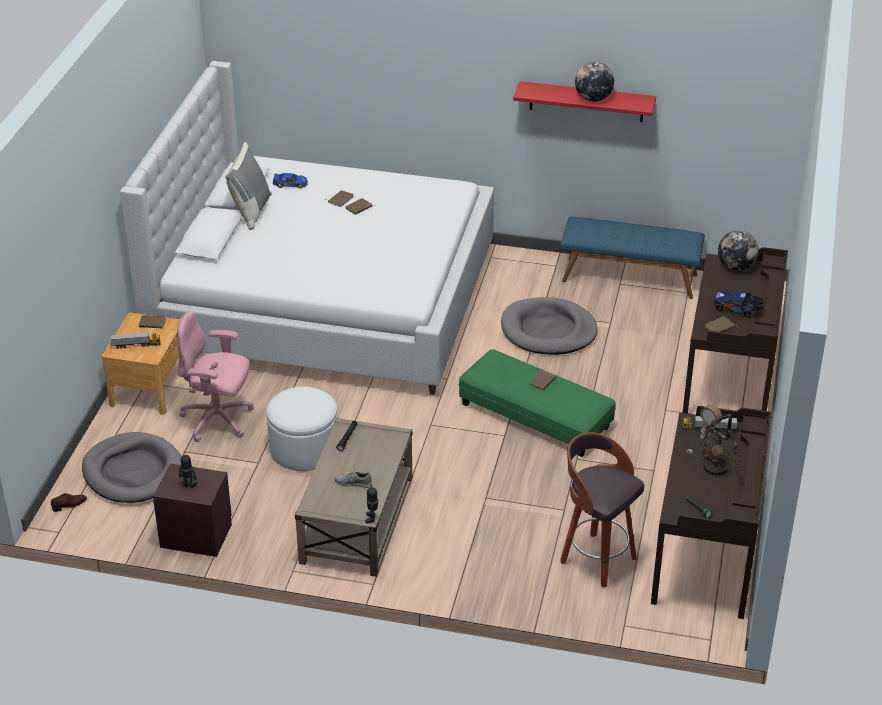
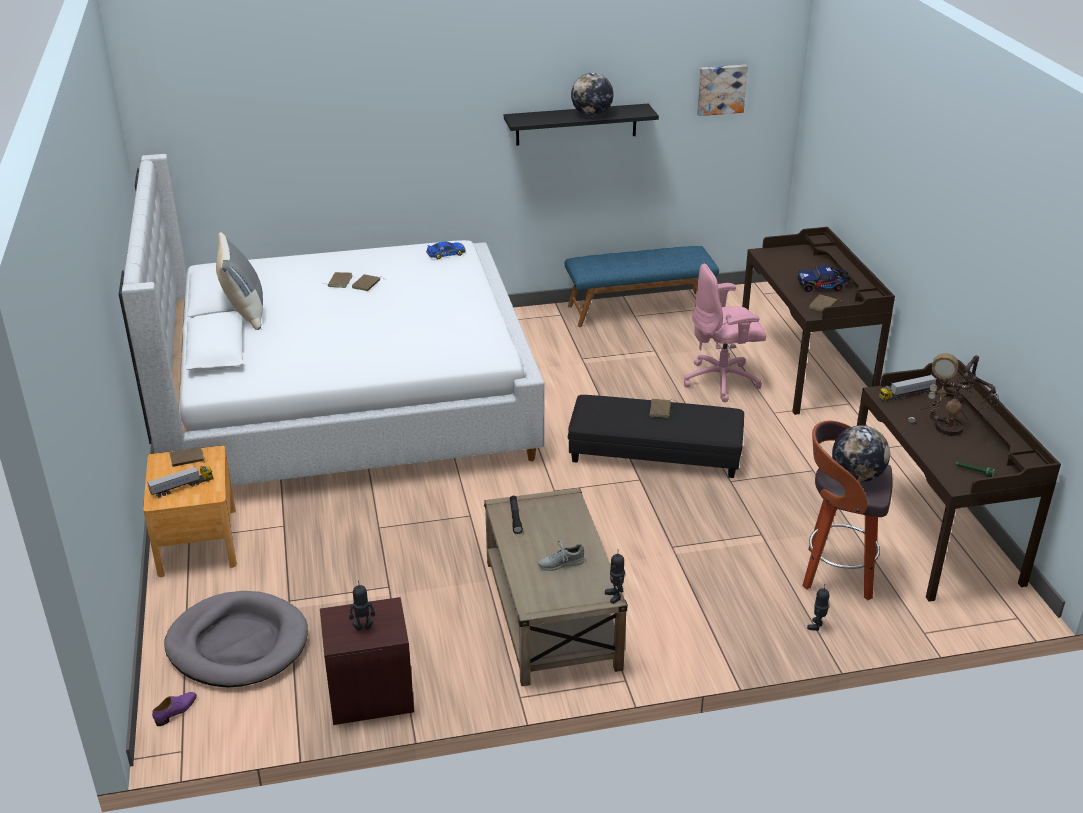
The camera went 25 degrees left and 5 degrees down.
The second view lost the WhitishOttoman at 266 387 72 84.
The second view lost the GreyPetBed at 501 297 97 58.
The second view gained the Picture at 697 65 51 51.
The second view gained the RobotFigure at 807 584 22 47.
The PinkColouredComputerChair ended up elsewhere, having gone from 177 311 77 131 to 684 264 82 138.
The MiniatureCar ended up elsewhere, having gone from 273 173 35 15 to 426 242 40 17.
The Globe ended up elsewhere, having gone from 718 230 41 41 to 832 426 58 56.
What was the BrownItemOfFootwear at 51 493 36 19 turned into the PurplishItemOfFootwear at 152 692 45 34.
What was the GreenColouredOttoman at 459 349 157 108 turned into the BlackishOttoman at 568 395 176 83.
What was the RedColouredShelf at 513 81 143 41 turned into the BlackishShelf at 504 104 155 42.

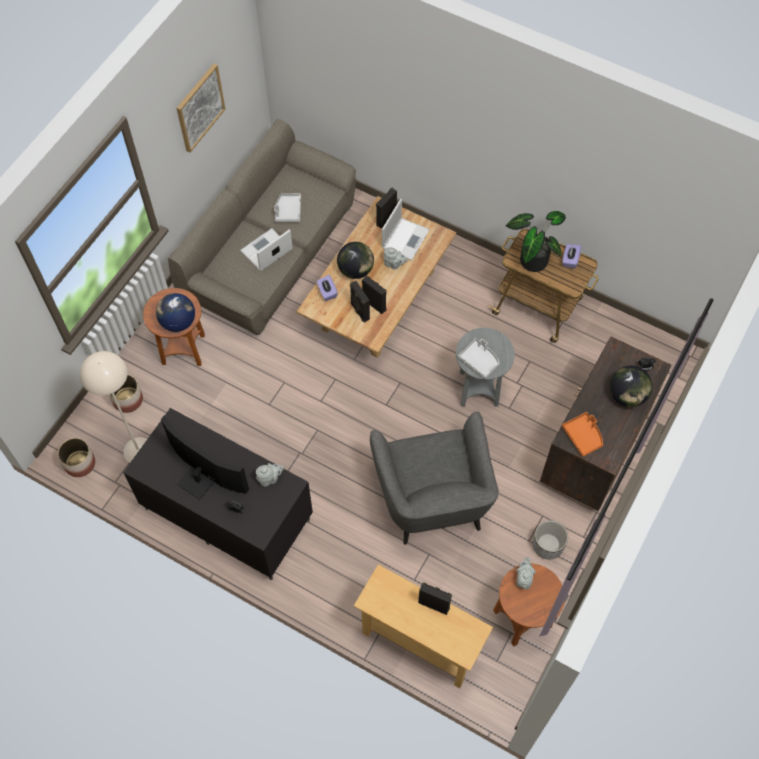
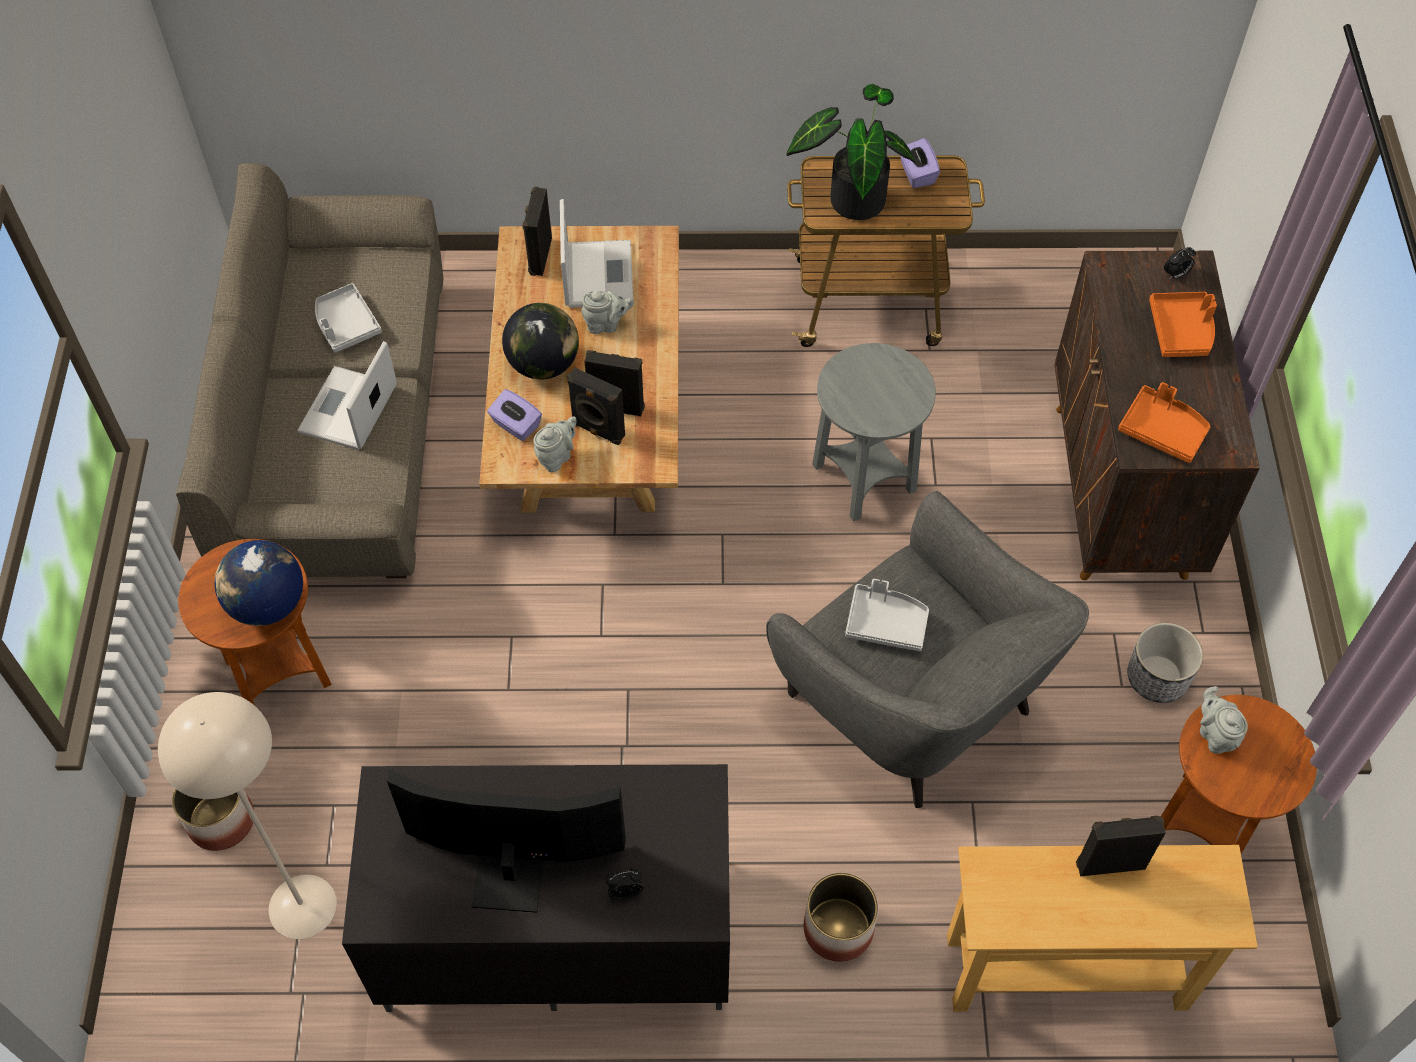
The camera went 30 degrees left and 5 degrees down.
The second view lost the Picture at 177 64 48 89.
The PlantPot ended up elsewhere, having gone from 58 438 37 39 to 804 873 74 89.
The GreyTeapot ended up elsewhere, having gone from 256 463 28 24 to 533 416 43 56.
The GreyTray ended up elsewhere, having gone from 458 338 41 40 to 845 579 84 72.
Where the Globe stood at 610 365 42 42, the OrangeyTray came to stand at 1149 292 68 65.

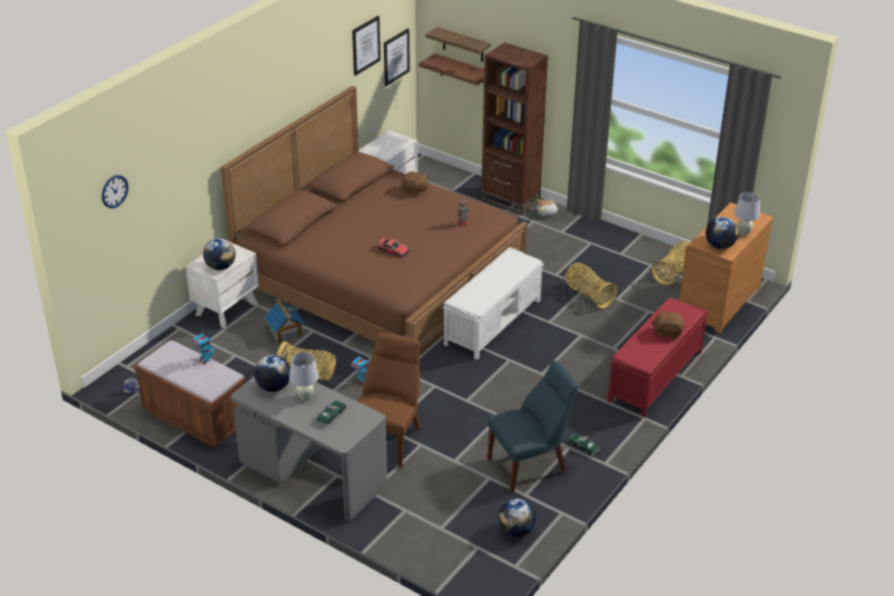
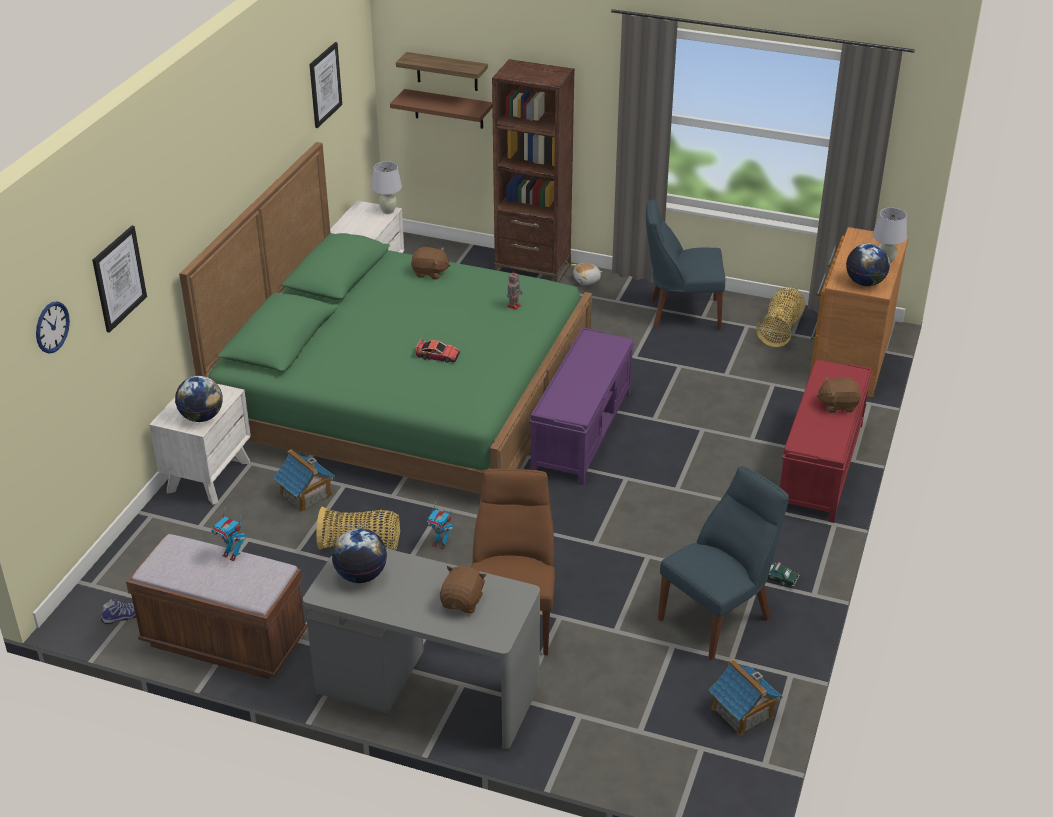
The camera went 15 degrees left and 0 degrees up.
The second view lost the Basket at 565 263 52 45.
The second view gained the BlueColouredPlainChair at 646 200 80 130.
The WhitishTabletopLamp ended up elsewhere, having gone from 289 352 30 49 to 372 161 30 53.
The Picture ended up elsewhere, having gone from 384 28 26 58 to 92 226 55 107.
Where the MiniatureCar stood at 316 400 31 26, the BrownCuddlyToy came to stand at 440 566 47 47.
Where the Globe stood at 499 499 38 38, the ModelHouse came to stand at 709 659 74 77.
What was the BrownBed at 221 86 307 269 turned into the GreenColouredBed at 179 142 413 352.
What was the WhitishIndoorBench at 443 247 101 112 turned into the PurplishIndoorBench at 529 328 106 157.

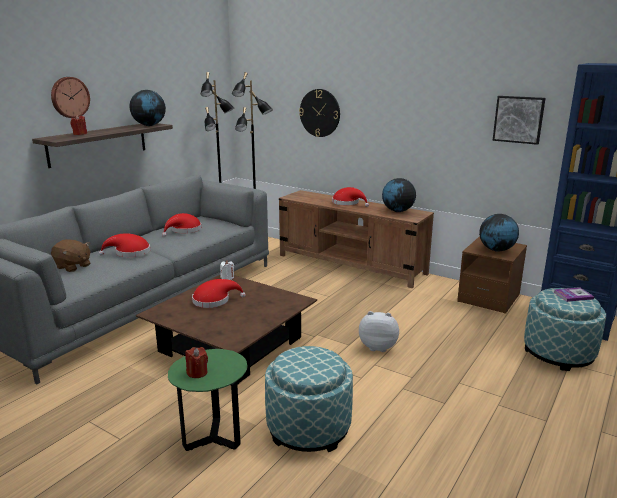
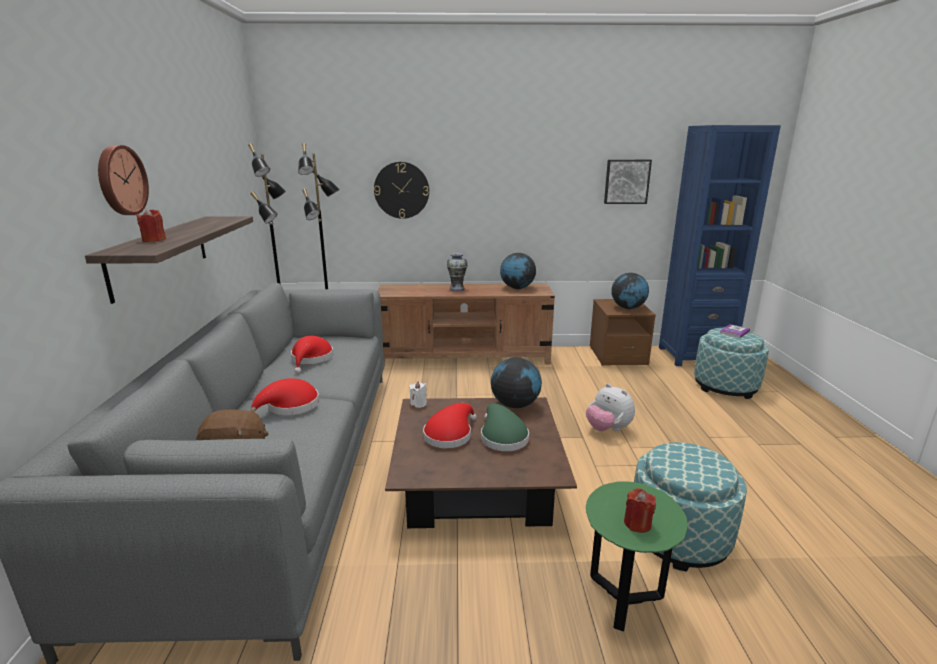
The camera went 35 degrees left and 0 degrees up.
The second view gained the GreenColouredClothingHat at 481 403 48 48.
The Globe ended up elsewhere, having gone from 130 90 36 36 to 491 357 51 51.
Where the RedColouredClothingHat stood at 332 187 37 20, the Vase came to stand at 447 253 21 38.
The CuddlyToy at 359 311 40 41 ended up facing another way, 105 degrees counterclockwise from before.

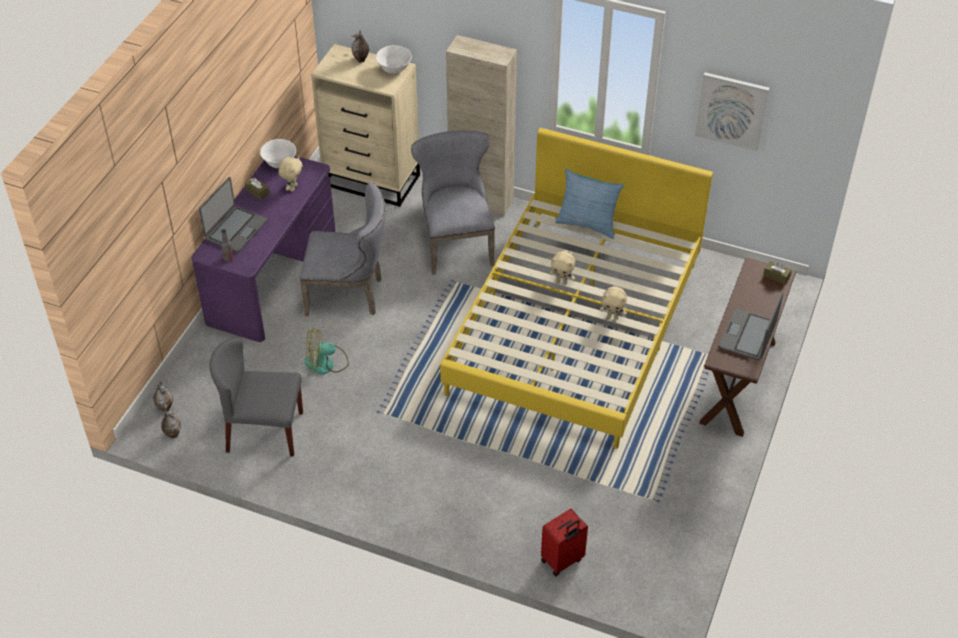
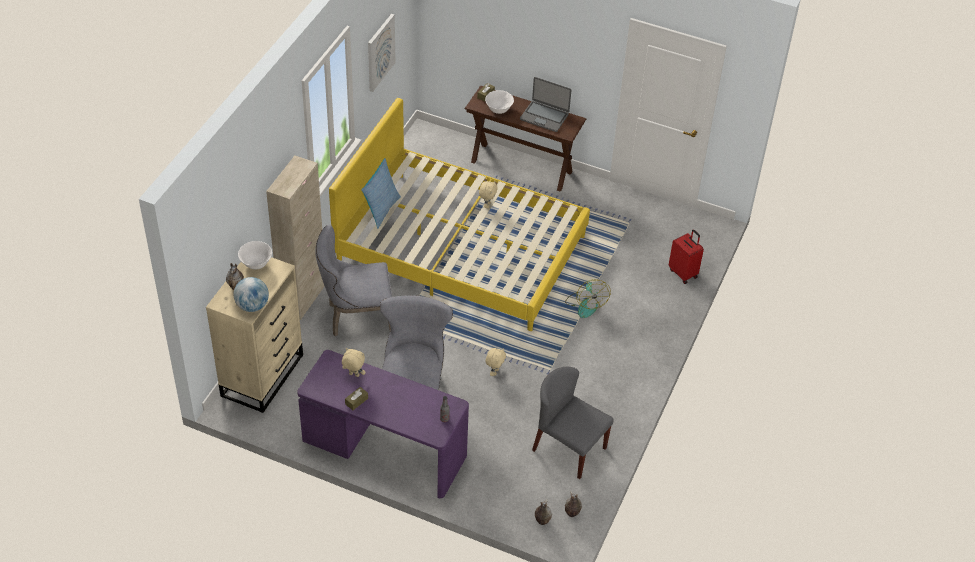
The camera went 90 degrees left and 0 degrees up.
The second view lost the Laptop at 199 177 69 76.
The second view gained the Globe at 233 277 36 35.
The WhitishServingBowl ended up elsewhere, having gone from 260 139 36 29 to 485 90 29 24.
The ElectricFan ended up elsewhere, having gone from 304 328 45 46 to 565 279 46 39.
The BeigeColouredCuddlyToy ended up elsewhere, having gone from 549 251 26 33 to 485 348 21 28.
The GreyPlainChair at 210 338 93 119 ended up facing another way, 120 degrees clockwise from before.

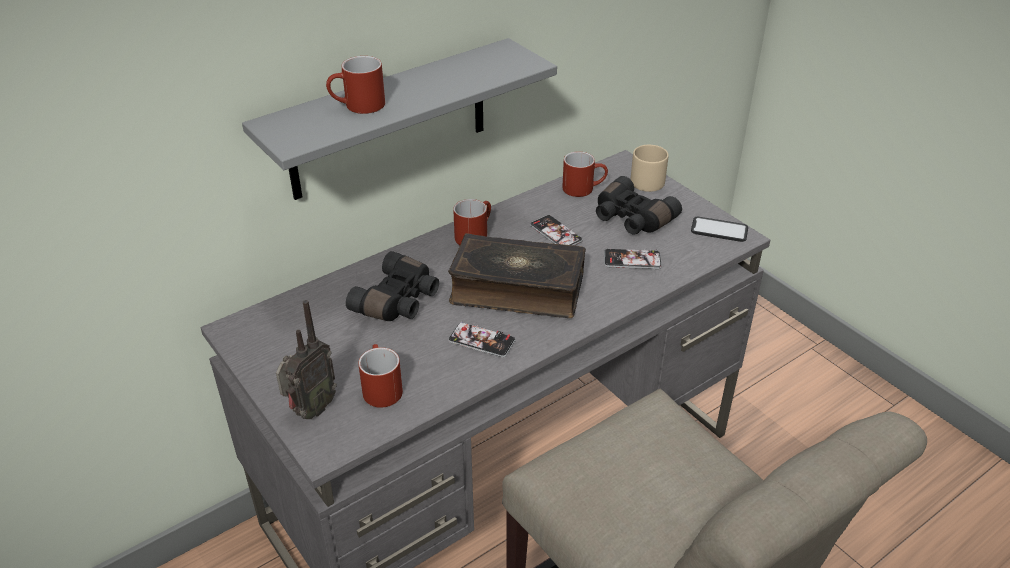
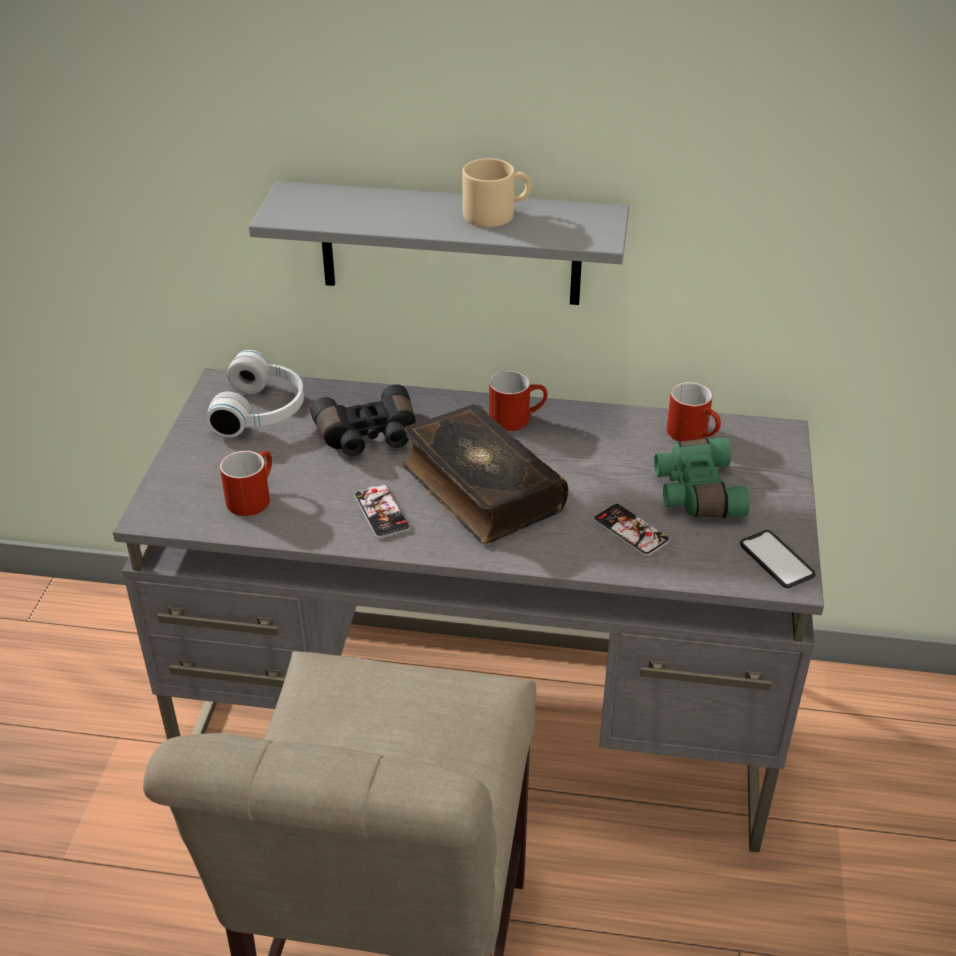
The camera went 45 degrees right and 0 degrees up.
The second view lost the Radio at 276 300 61 119.
The second view lost the RedColouredCoffeeMug at 326 56 59 58.
The second view lost the Phone at 530 215 53 30.
The second view gained the WhitishPairOfHeadphones at 206 350 98 88.
The BeigeColouredCoffeeMug ended up elsewhere, having gone from 630 145 39 47 to 462 158 69 69.
What was the BlackishBinoculars at 596 176 86 58 turned into the GreenColouredBinoculars at 654 438 96 80.

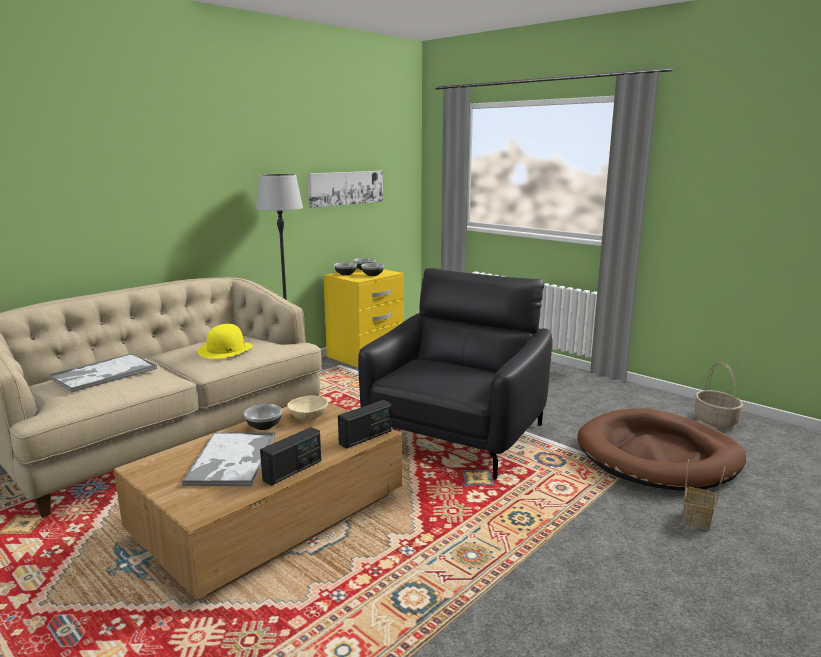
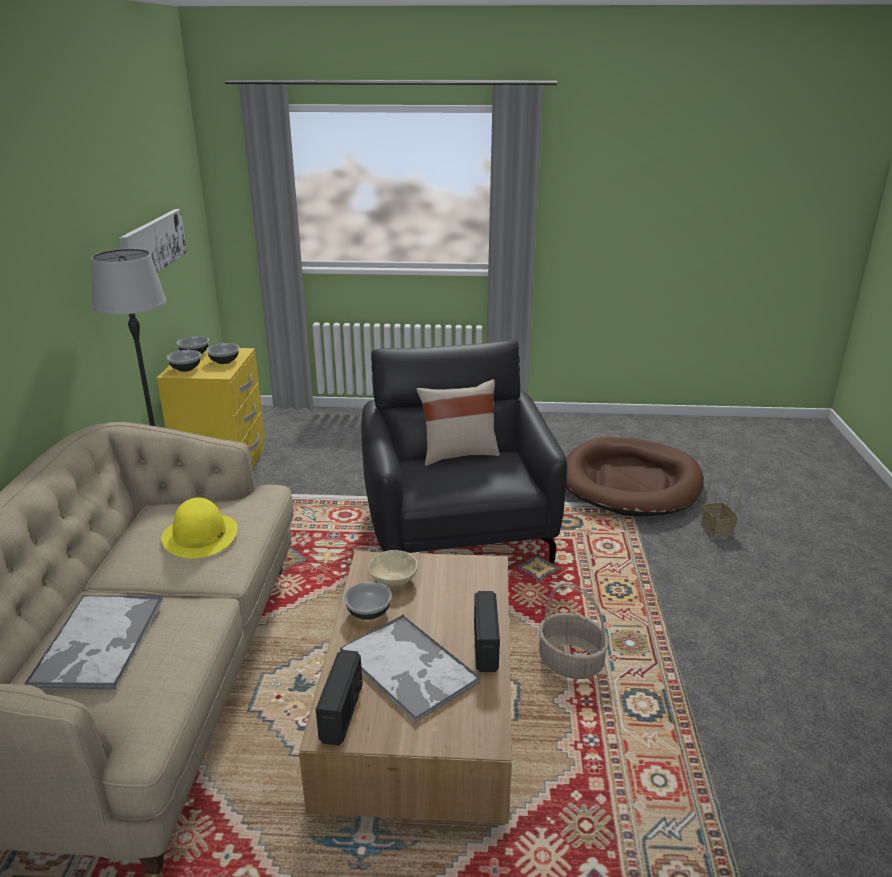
The camera went 40 degrees left and 10 degrees up.
The second view gained the BeigeColouredThrowPillow at 416 379 84 87.
The Radio ended up elsewhere, having gone from 338 400 54 49 to 316 650 47 95.
The Basket ended up elsewhere, having gone from 694 361 49 67 to 538 583 71 96.

